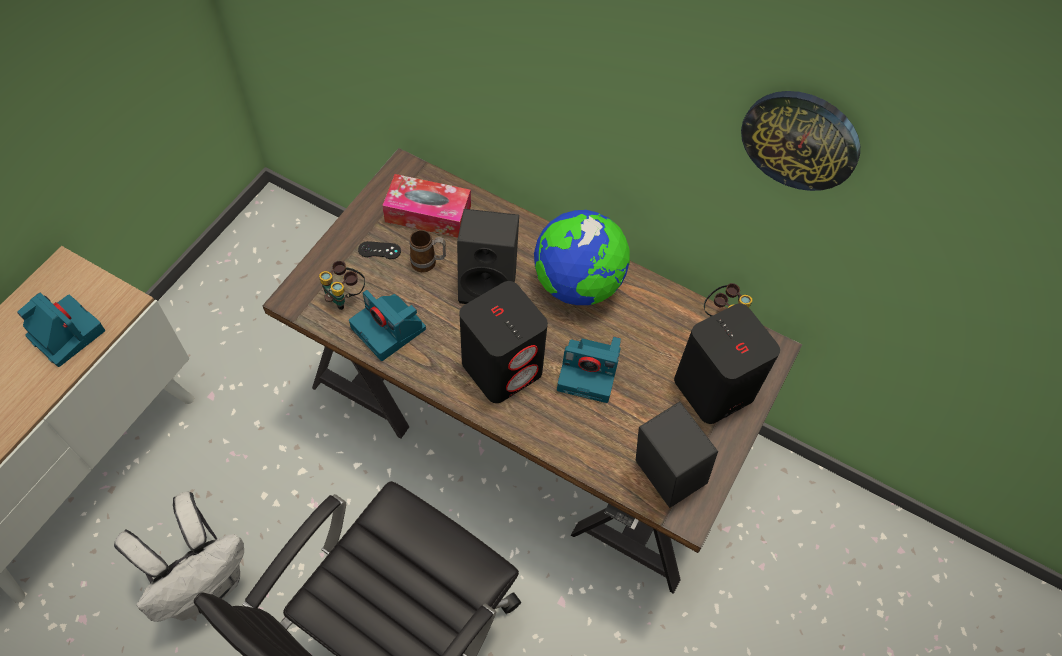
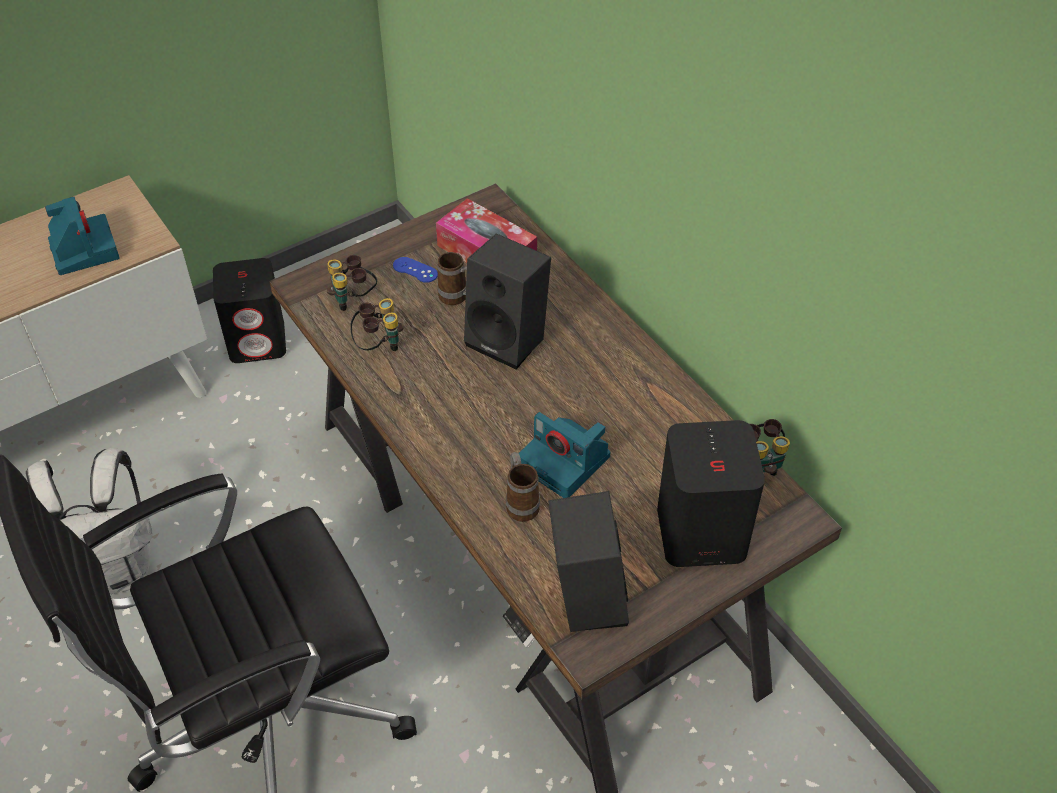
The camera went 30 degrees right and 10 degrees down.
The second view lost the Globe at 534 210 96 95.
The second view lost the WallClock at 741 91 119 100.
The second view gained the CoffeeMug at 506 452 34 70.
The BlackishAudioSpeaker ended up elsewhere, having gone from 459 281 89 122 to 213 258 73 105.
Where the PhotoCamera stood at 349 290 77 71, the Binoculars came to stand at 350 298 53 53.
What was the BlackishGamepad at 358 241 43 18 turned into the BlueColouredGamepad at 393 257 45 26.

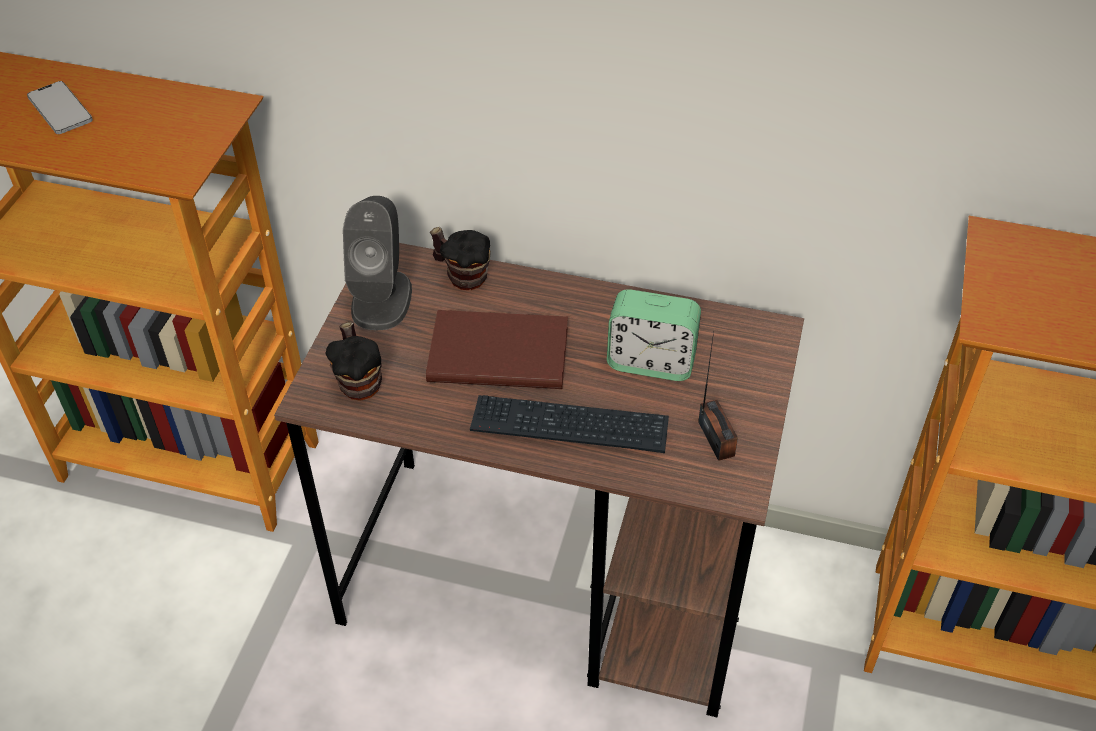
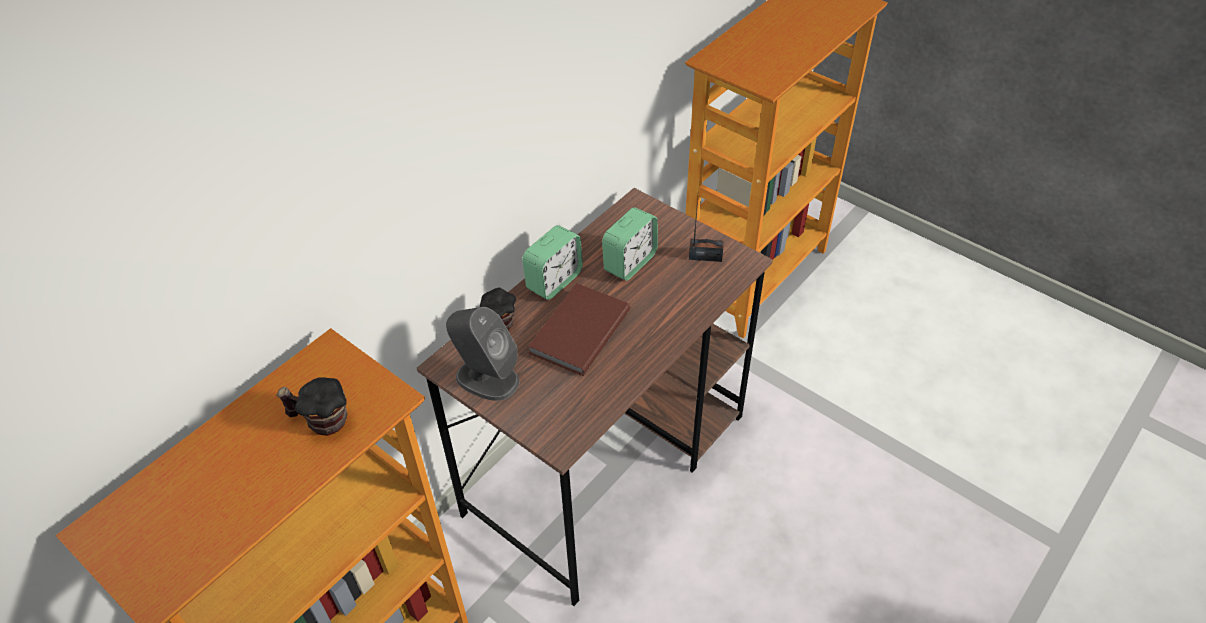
The camera went 65 degrees left and 0 degrees up.
The second view lost the Phone at 27 81 66 53.
The second view lost the ComputerKeyboard at 470 395 199 58.
The second view gained the TableClock at 522 225 61 75.
The CoffeeMug ended up elsewhere, having gone from 325 322 57 79 to 276 377 71 59.

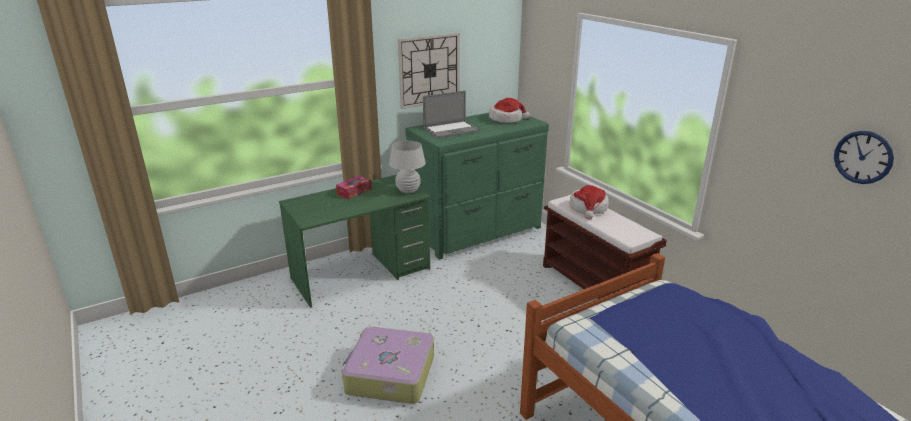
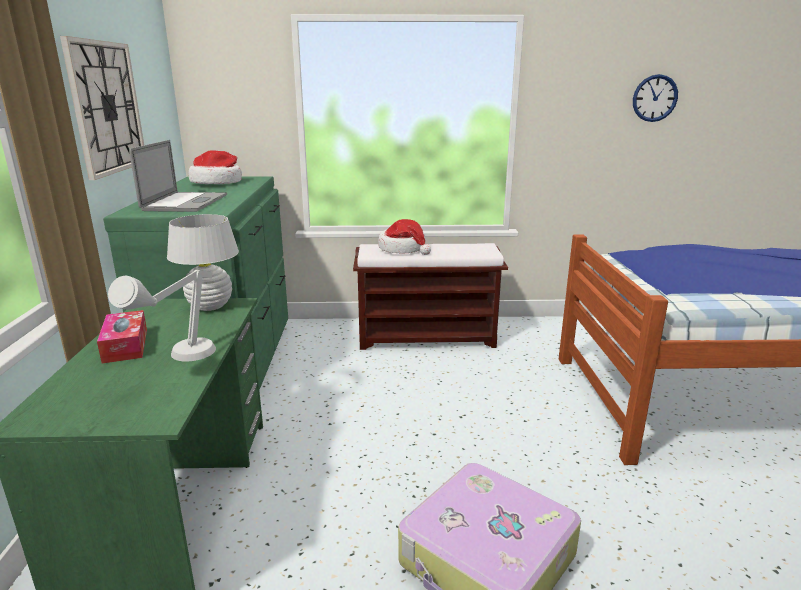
The camera went 60 degrees left and 5 degrees down.
The second view gained the GreyTabletopLamp at 108 270 108 92.

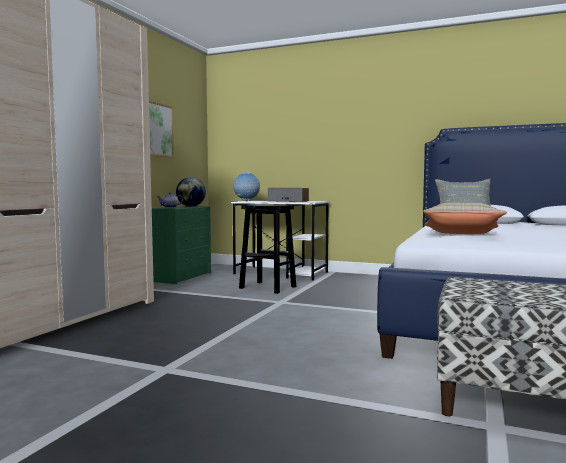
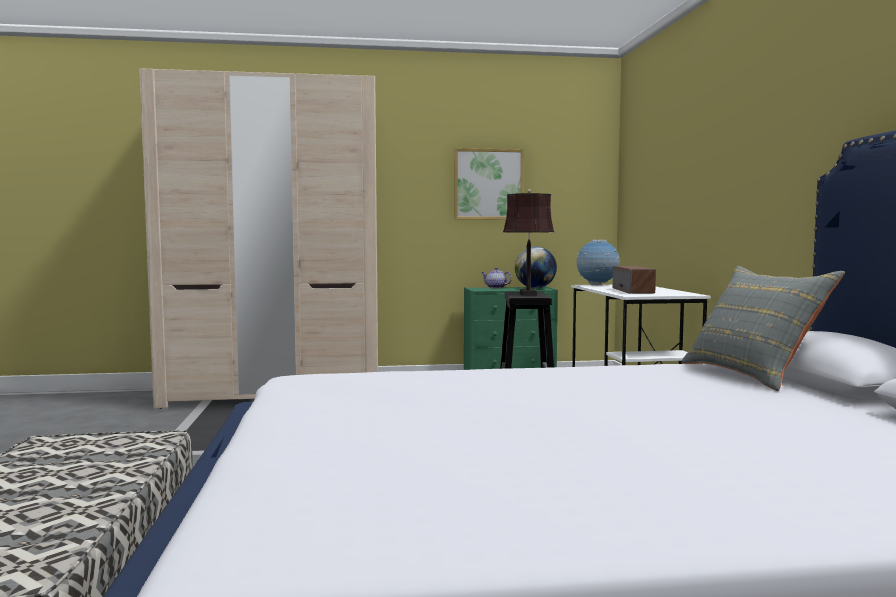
The camera went 60 degrees right and 0 degrees up.
The second view lost the BeigeColouredThrowPillow at 423 203 84 31.
The second view gained the BrownTabletopLamp at 503 189 51 106.

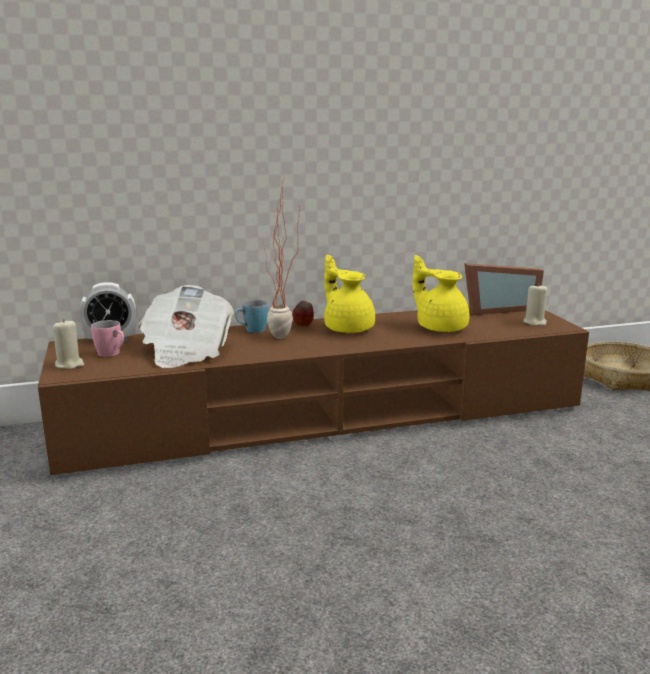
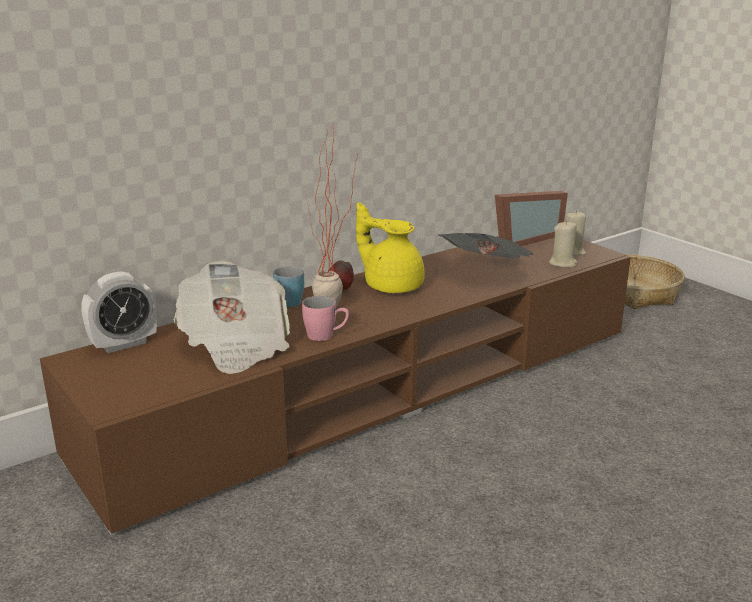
The camera went 20 degrees left and 5 degrees up.
The BeigeColouredWaxCandle ended up elsewhere, having gone from 53 319 31 50 to 549 221 28 46.
The PinkColouredCoffeeMug ended up elsewhere, having gone from 91 320 33 37 to 302 296 47 45.
Where the YellowColouredTeapot stood at 413 255 56 77, the PrintedPaper came to stand at 439 233 94 25.

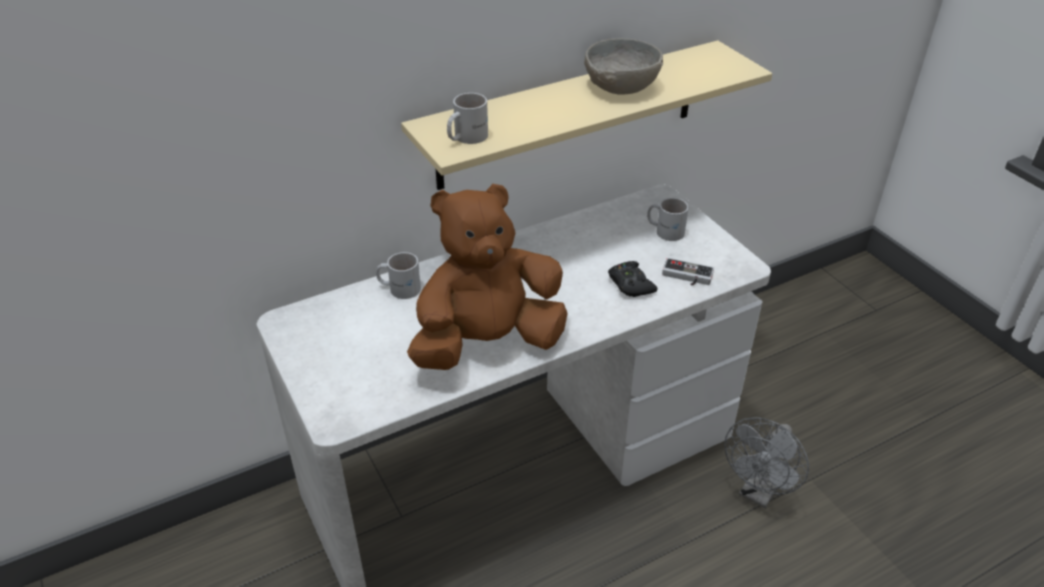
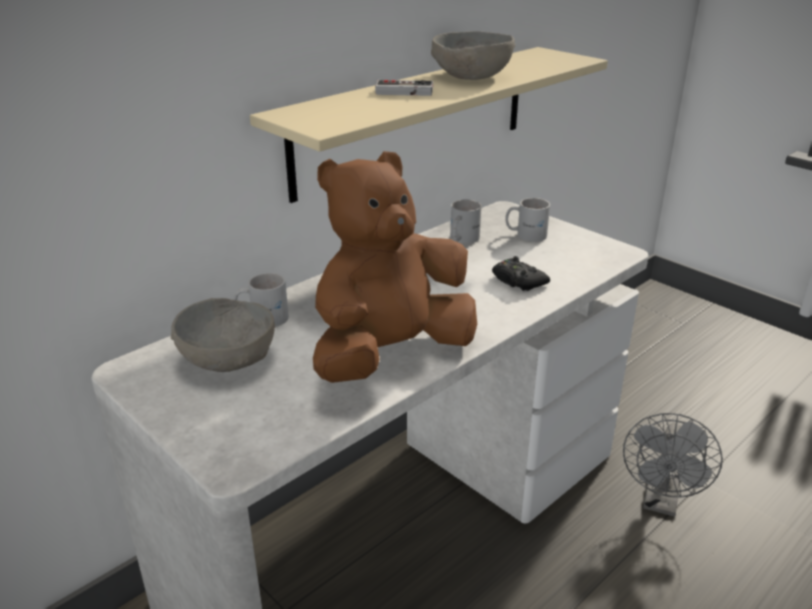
The camera went 15 degrees left and 10 degrees down.
The second view gained the GreyServingBowl at 170 298 105 74.
The WhitishCoffeeMug ended up elsewhere, having gone from 447 93 41 51 to 450 200 32 44.
The Gamepad ended up elsewhere, having gone from 662 258 52 28 to 375 80 58 16.

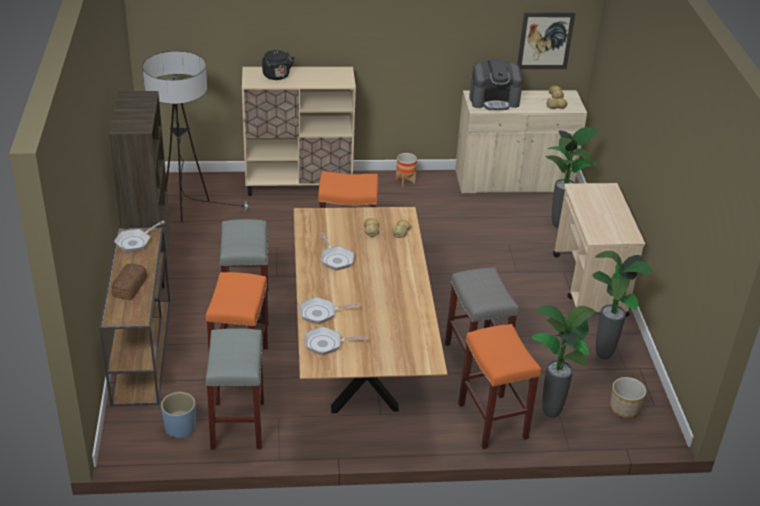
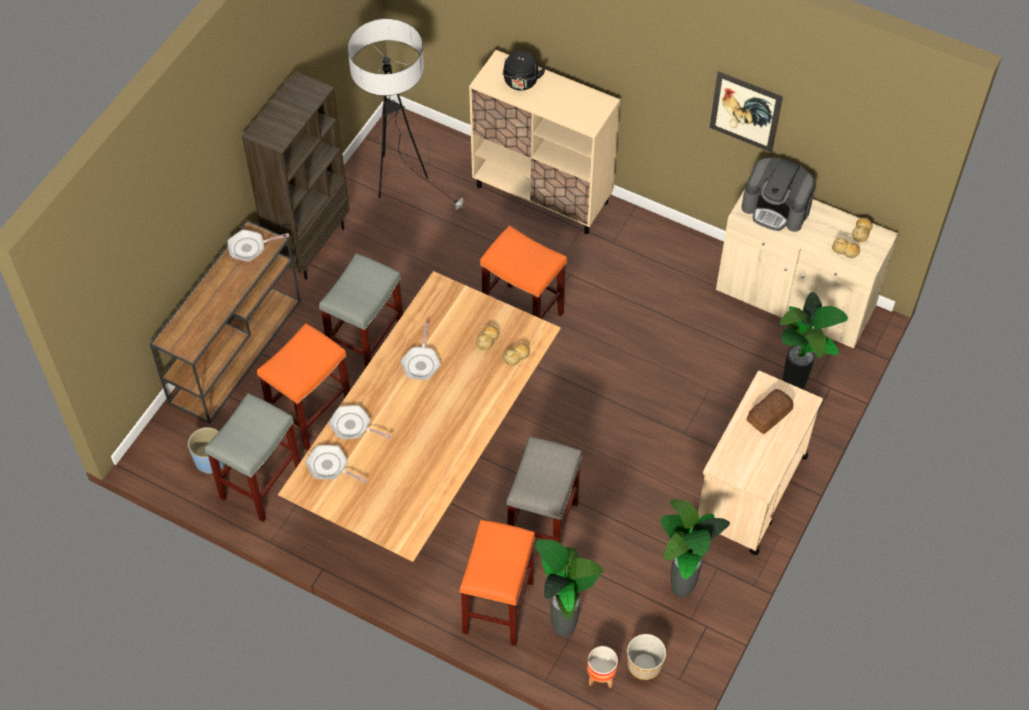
The camera went 35 degrees right and 20 degrees up.
The BakeryBread ended up elsewhere, having gone from 112 264 35 36 to 747 389 46 45.
The PlantPot ended up elsewhere, having gone from 396 153 21 33 to 587 646 31 42.
The Picture ended up elsewhere, having gone from 517 12 59 57 to 710 71 73 81.

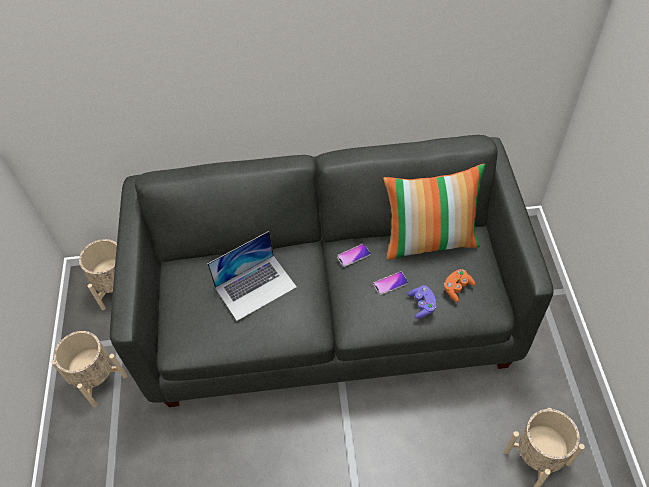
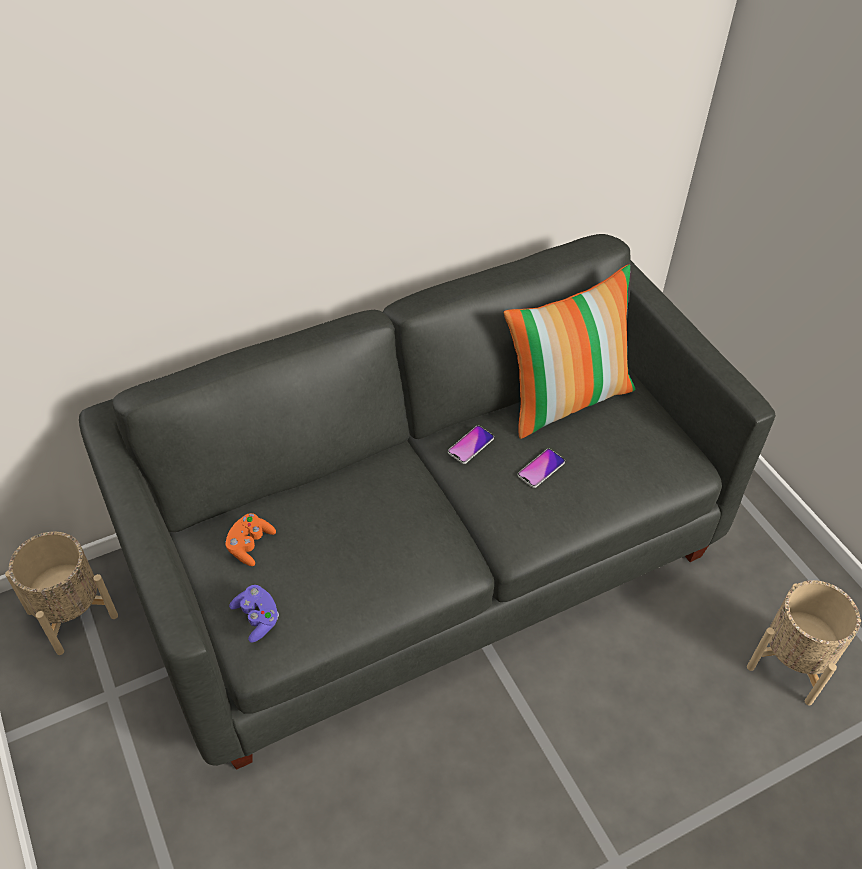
The camera went 25 degrees left and 5 degrees down.
The second view lost the BeigeColouredPlantPot at 51 331 76 76.
The second view lost the Laptop at 207 231 90 90.
The PurplishGamepad ended up elsewhere, having gone from 408 285 28 34 to 229 585 50 58.
The OrangeyGamepad ended up elsewhere, having gone from 444 269 32 33 to 225 513 51 53.

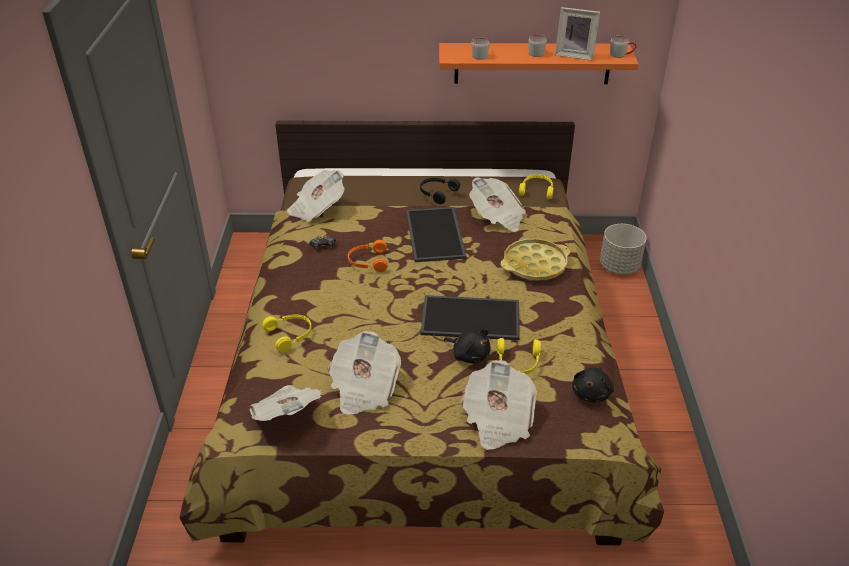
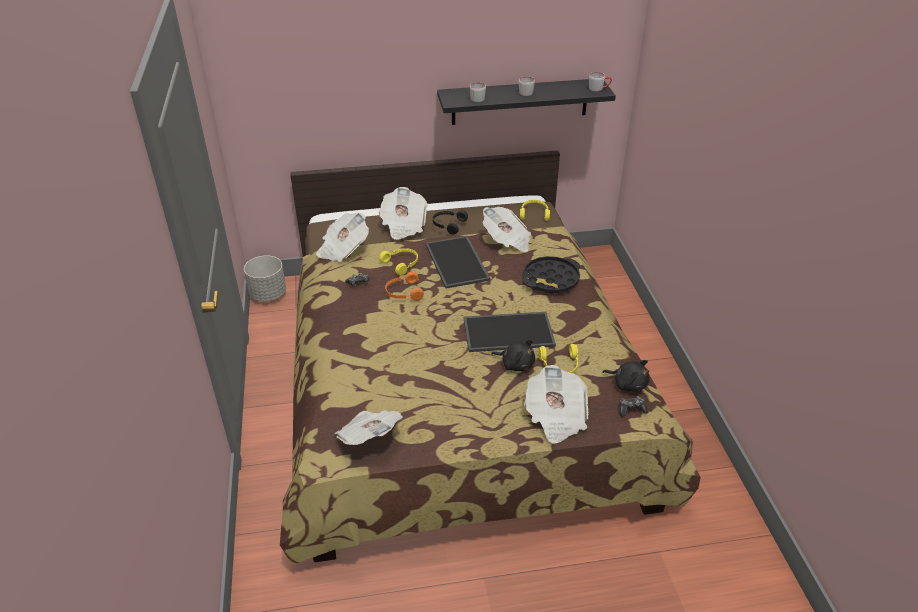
The camera went 10 degrees left and 0 degrees up.
The second view lost the StandingFrame at 555 7 45 54.
The second view gained the Gamepad at 620 396 29 21.
The YellowColouredPairOfHeadphones ended up elsewhere, having gone from 262 315 50 37 to 379 248 39 27.
The PrintedPaper ended up elsewhere, having gone from 328 331 73 84 to 379 187 49 53.
The GreyPlantPot ended up elsewhere, having gone from 600 224 46 50 to 244 256 42 46.
What was the OrangeyShelf at 439 43 200 41 turned into the BlackishShelf at 437 79 179 46.
What was the YellowColouredTray at 501 239 69 42 turned into the BlackishTray at 523 256 57 37.
The BlackishCuddlyToy at 572 367 42 35 ended up facing another way, 75 degrees counterclockwise from before.

